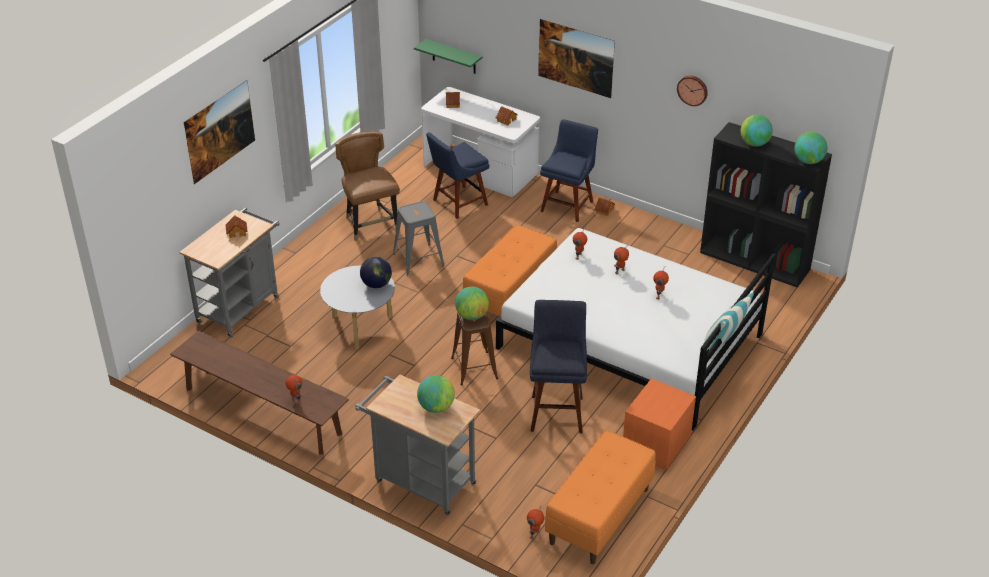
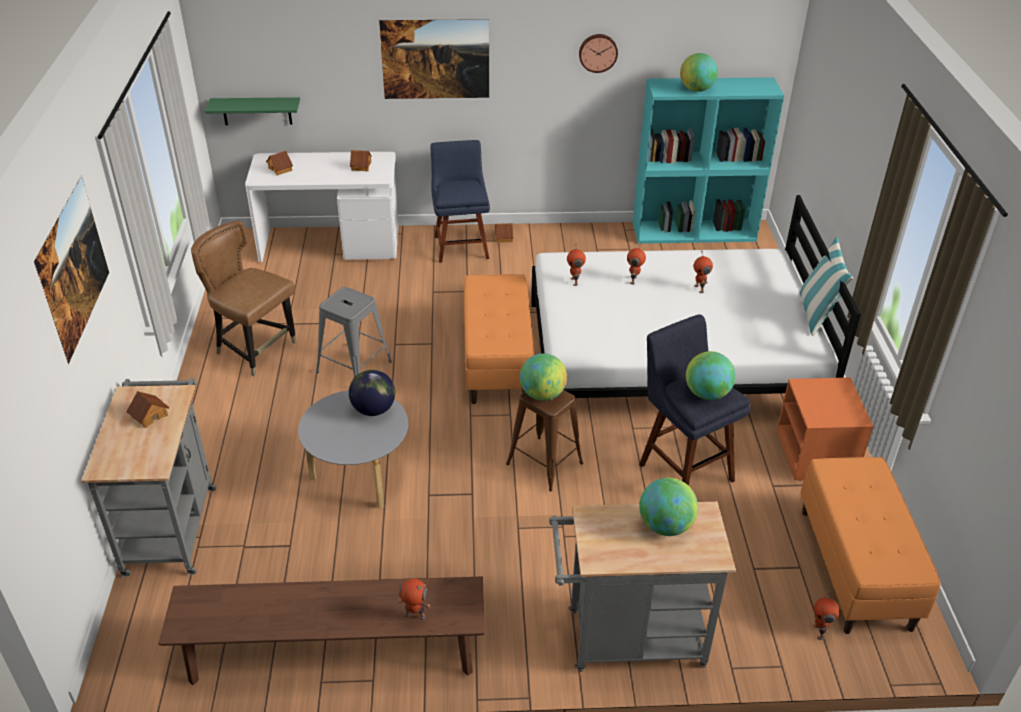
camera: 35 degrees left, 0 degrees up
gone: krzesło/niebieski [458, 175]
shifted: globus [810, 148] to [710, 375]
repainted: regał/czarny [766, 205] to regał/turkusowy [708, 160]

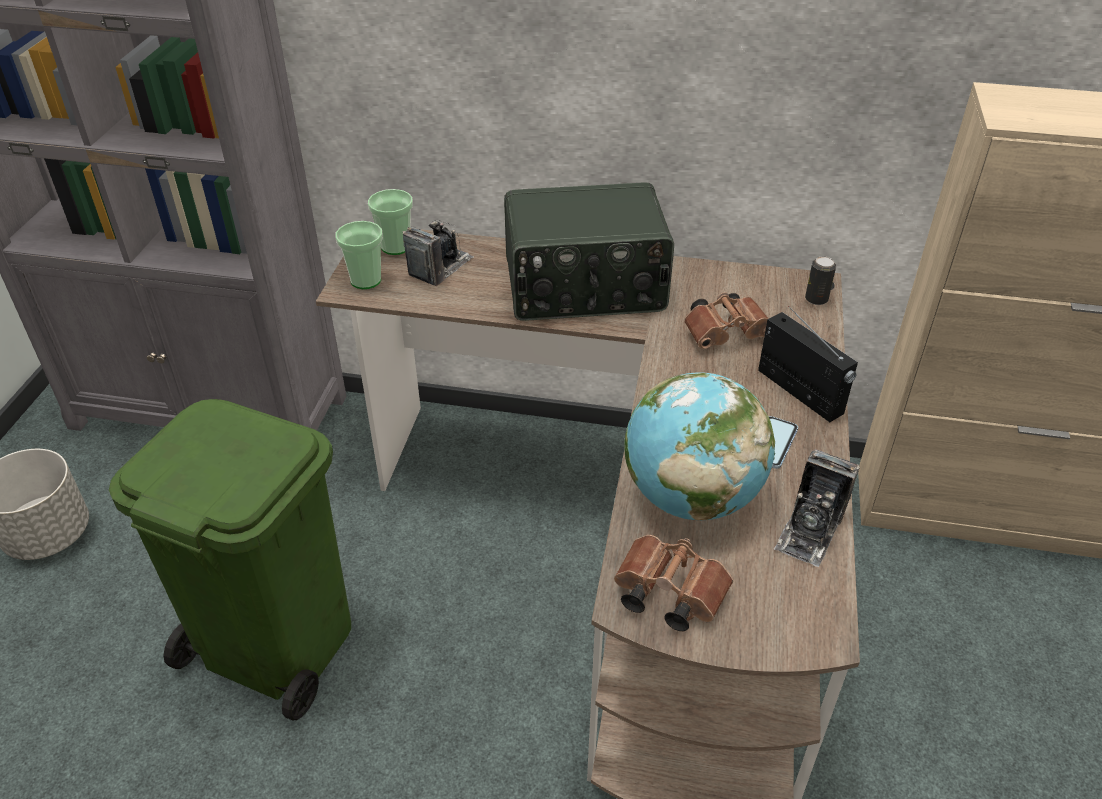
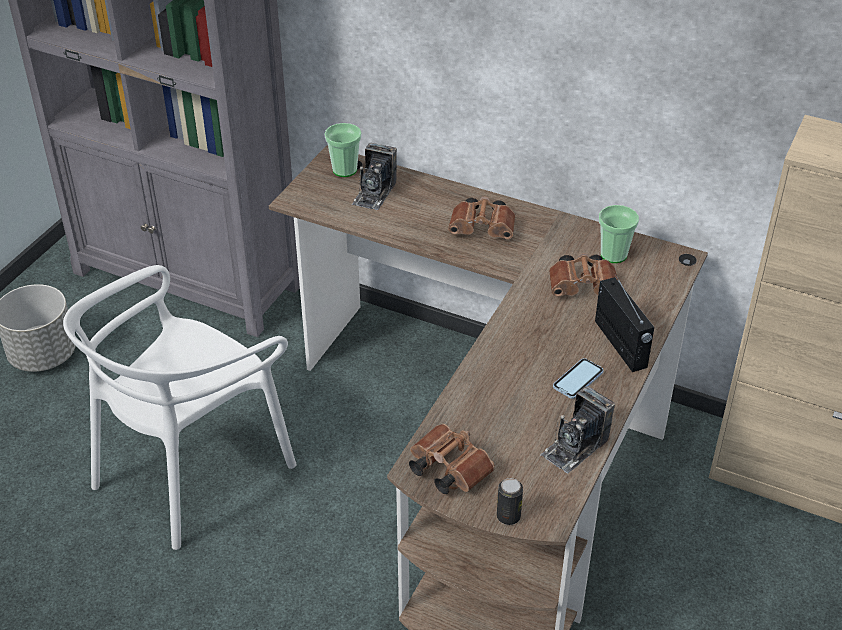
camera: 15 degrees right, 0 degrees up
gone: globus [699, 446]
shifted: puszka [820, 280] to [510, 501]; filiżanka [359, 255] to [619, 234]
swapped: kosz na śmieci/zielony [230, 559] to krzesło/biały [180, 407]; radio [589, 251] to lornetka/brązowy [481, 218]
rotated: aparat fotograficzny [438, 253] = [374, 176] 150 degrees clockwise

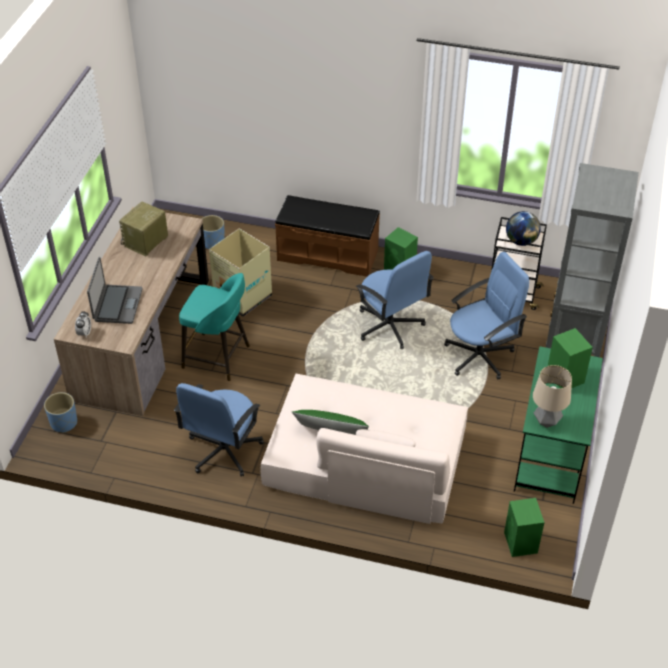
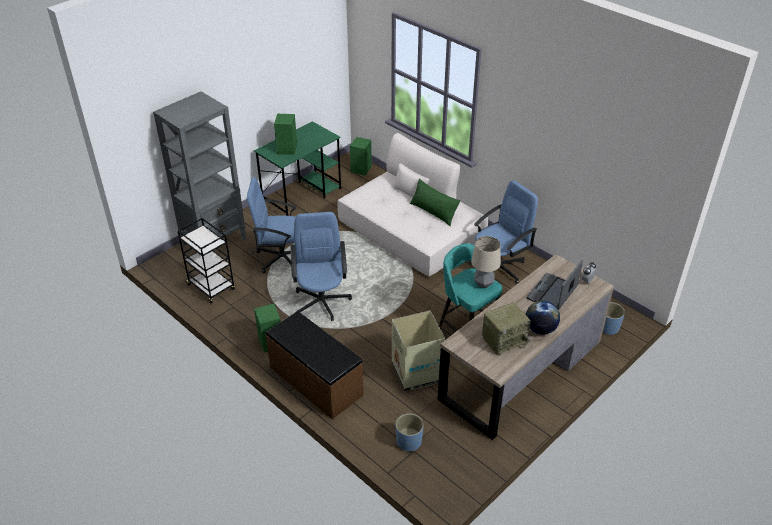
camera: 150 degrees left, 5 degrees down
shifted: lampa stołowa [552, 396] to [486, 262]; globus [523, 228] to [543, 317]

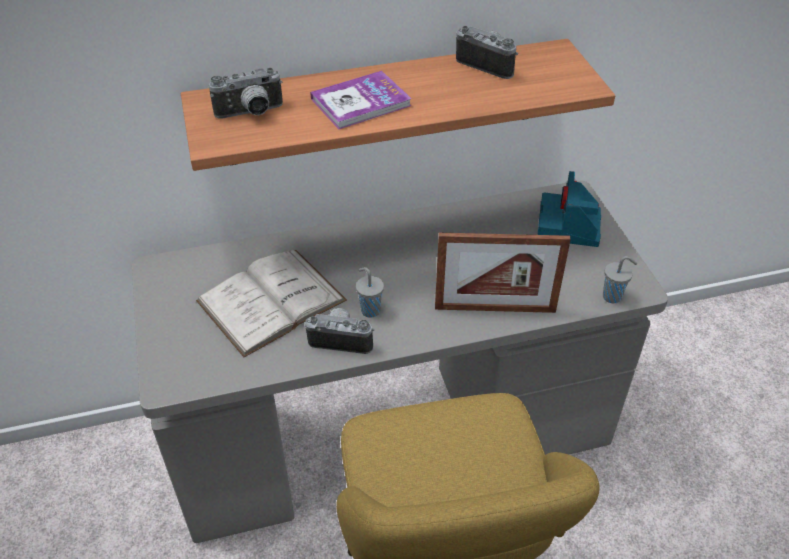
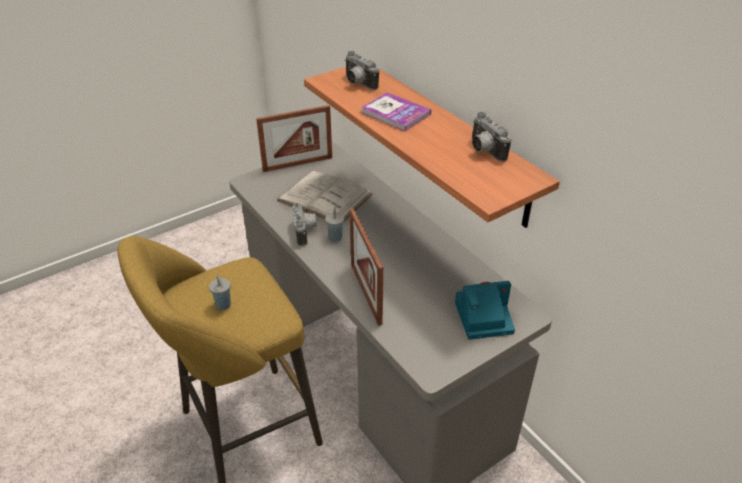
camera: 70 degrees right, 5 degrees down
new: ramka na zdjęcie [294, 138]
shifted: filiżanka/szary [620, 279] to [220, 292]
rotated: aparat fotograficzny [487, 52] = [492, 137] 135 degrees clockwise

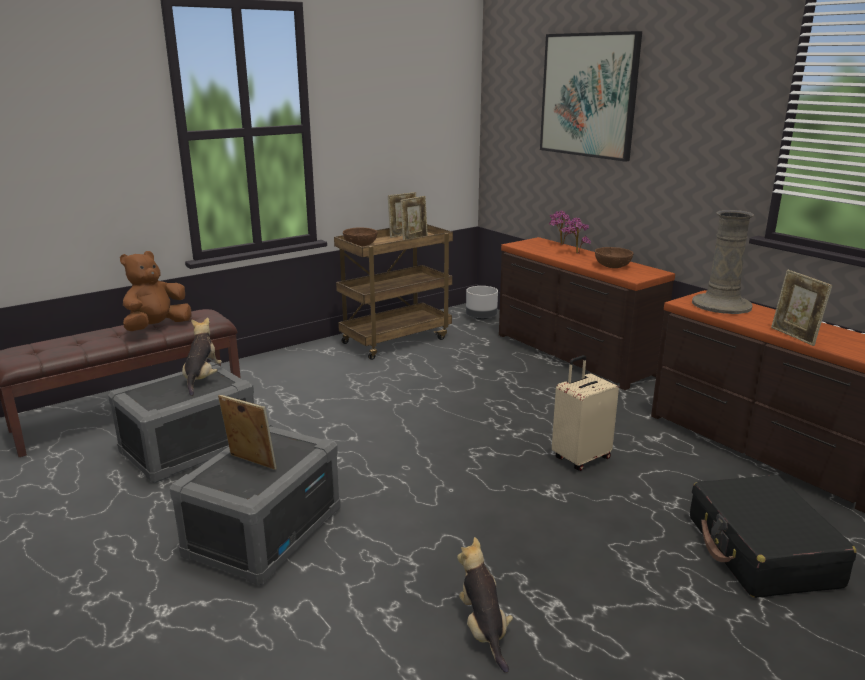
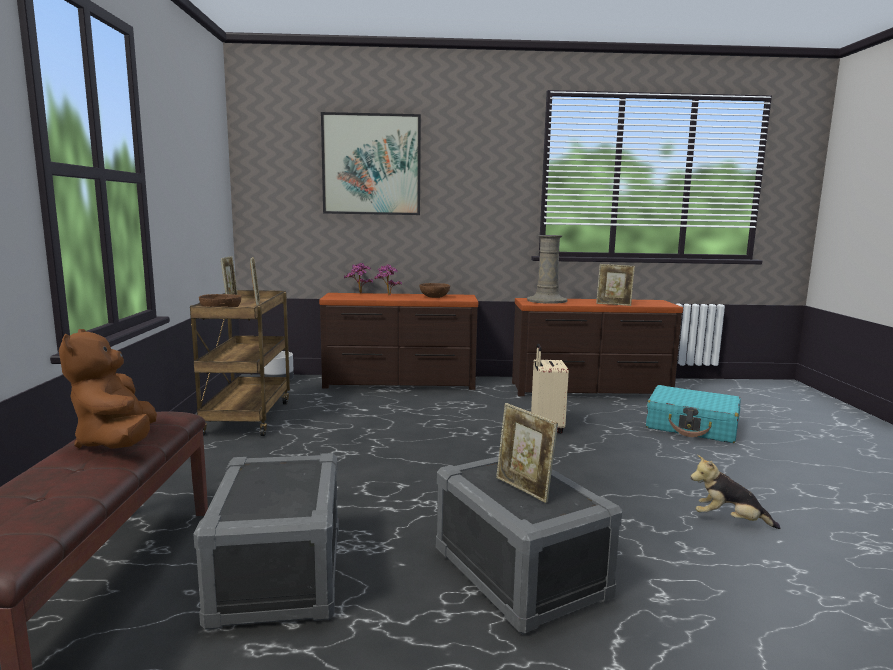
camera: 55 degrees left, 10 degrees down
gone: pluszak [202, 356]
repainted: walizka/czarny [773, 536] to walizka/turkusowy [693, 414]
rotated: ramka na zdjęcie [247, 432] = [527, 453] 105 degrees counterclockwise

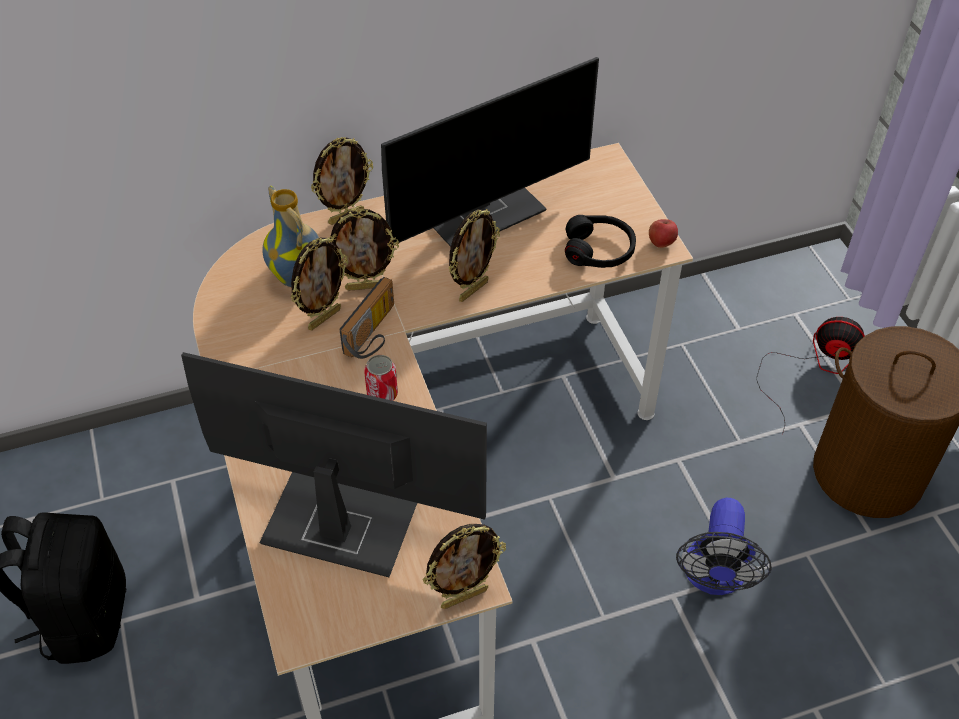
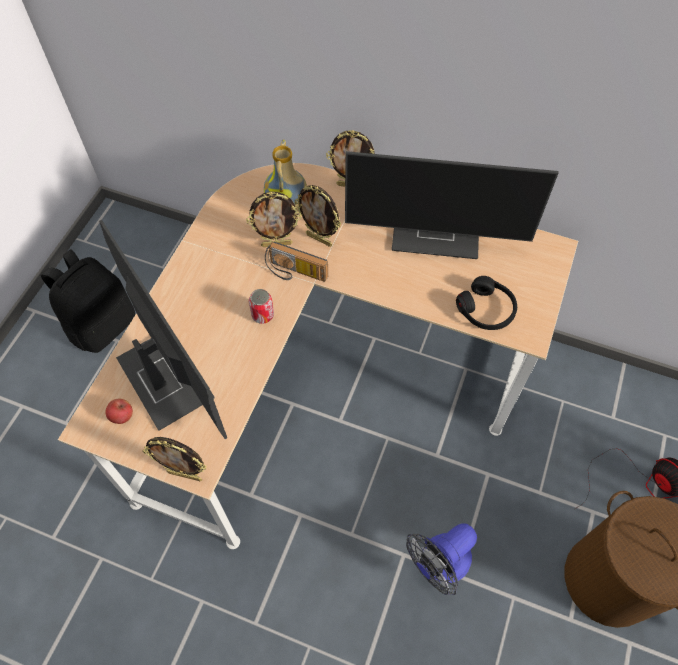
camera: 40 degrees right, 10 degrees up
gone: ramka na zdjęcie [474, 255]
shifted: jabłko [663, 233] to [119, 411]
rotated: radio [366, 318] = [296, 262] 45 degrees clockwise

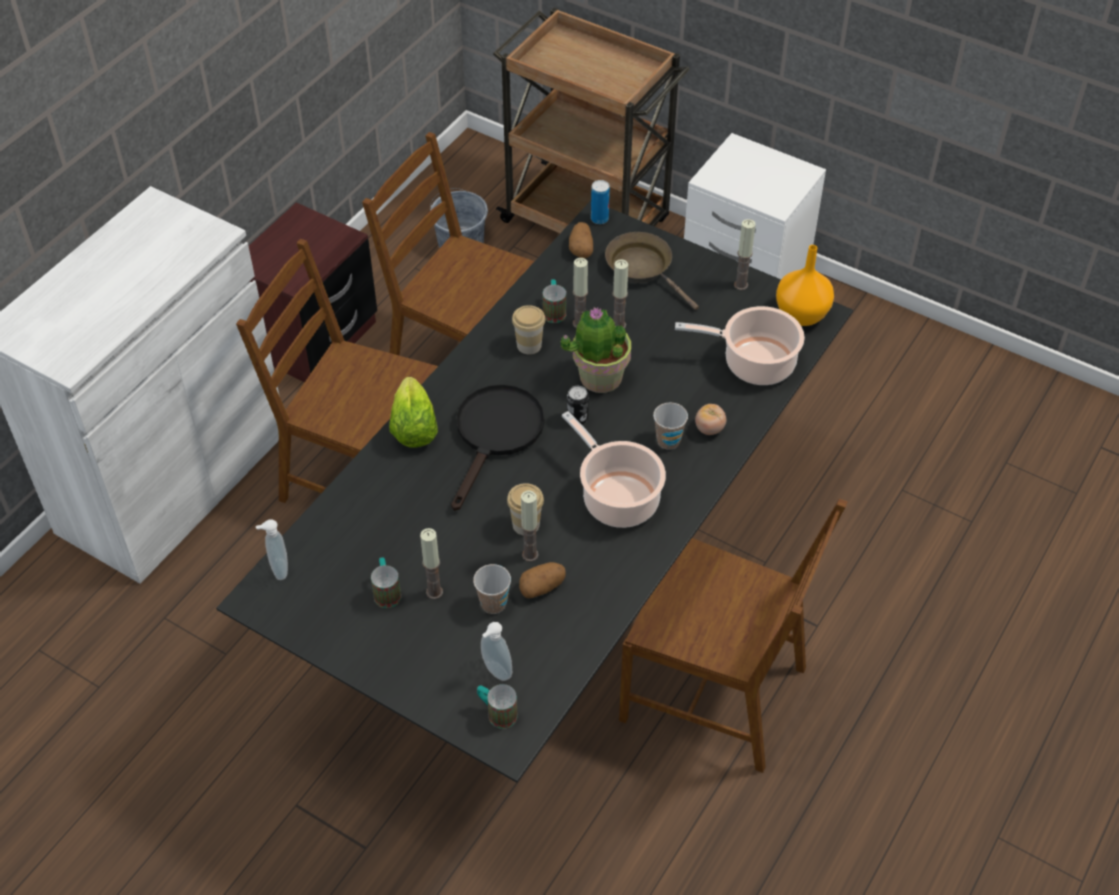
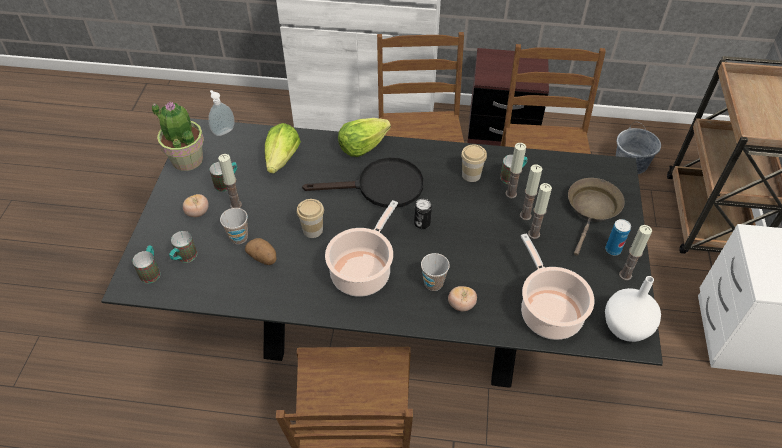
camera: 65 degrees right, 0 degrees up
gone: ziemniak [581, 240]
new: pomidor [196, 205]; sałata [283, 148]
shifted: roślina doniczkowa [596, 350] to [178, 136]; świeca [530, 526] to [540, 211]; puszka [600, 202] to [618, 237]
swapped: dozownik mydła [496, 651] to kubek [183, 247]
repainted: wazon/pomarańczowy [805, 285] to wazon/biały [633, 309]

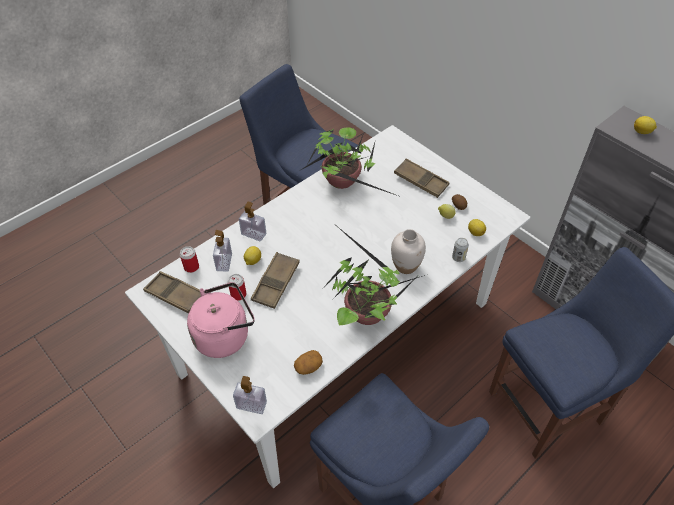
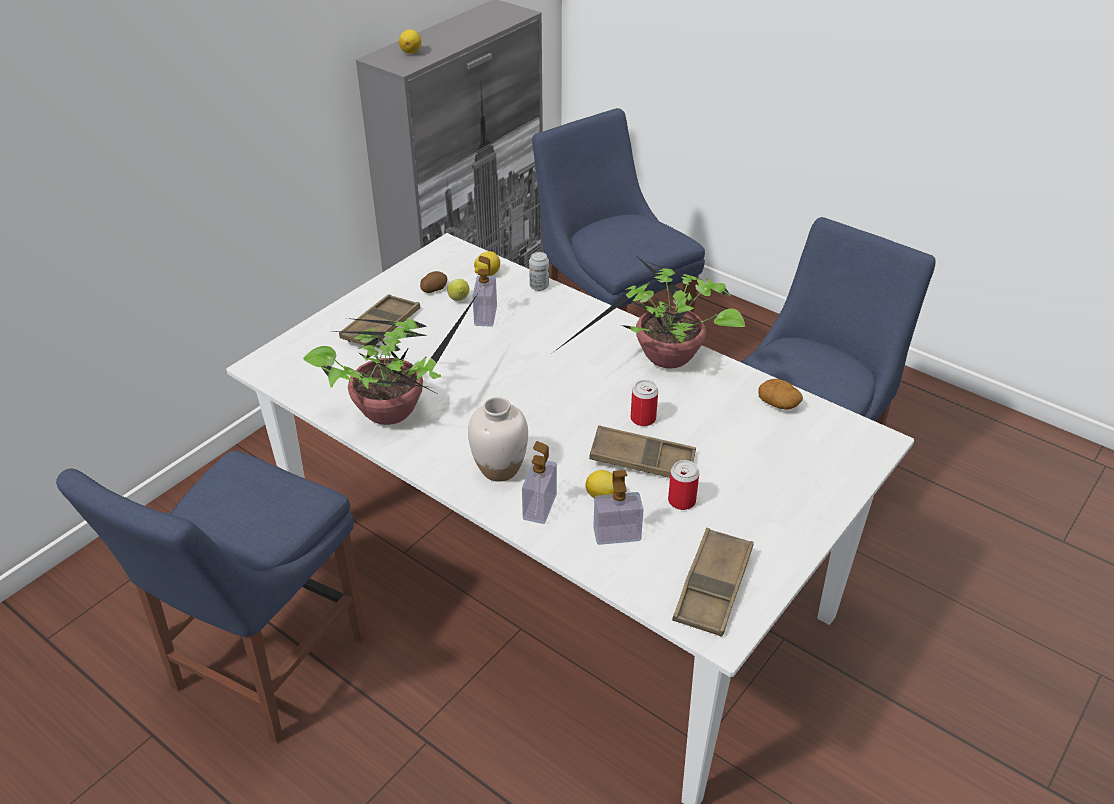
camera: 100 degrees left, 10 degrees down
gone: czajnik/różowy [221, 320]
shifted: wazon/biały [408, 251] to [498, 439]; dozownik mydła [250, 395] to [484, 291]; puszka [189, 259] to [644, 403]

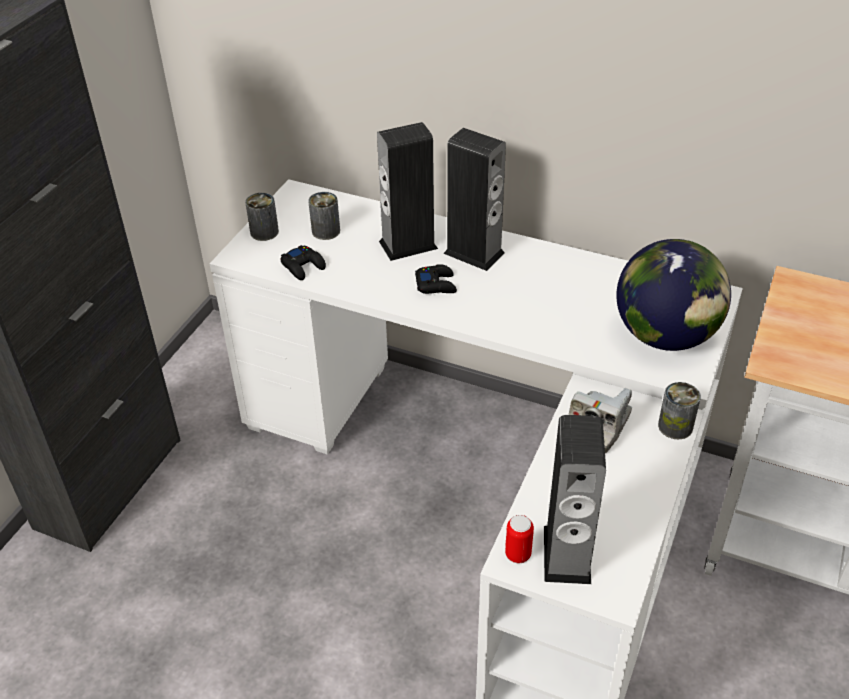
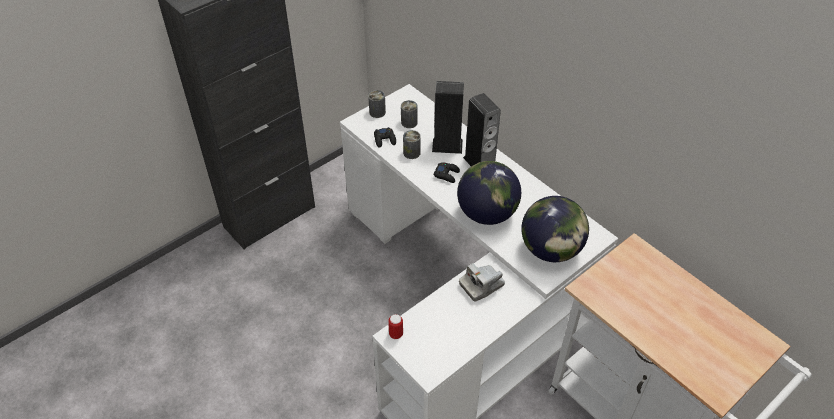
camera: 25 degrees right, 5 degrees up
gone: głośnik [575, 499]
new: globus [489, 193]
shifted: puszka [679, 410] to [412, 144]

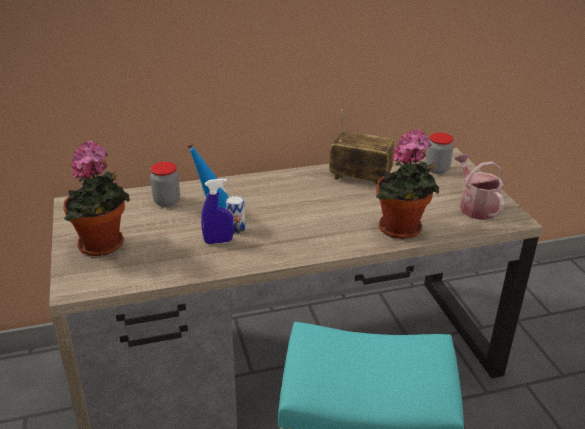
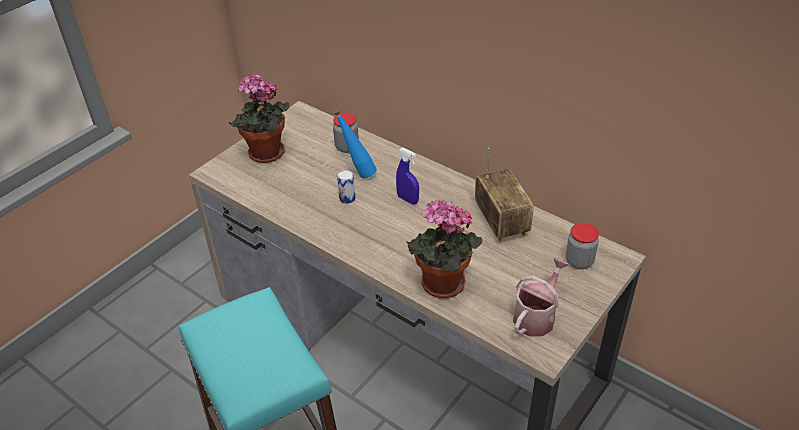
camera: 55 degrees right, 10 degrees up
shifted: spryskiwacz/niebieski [217, 211] to [407, 176]

